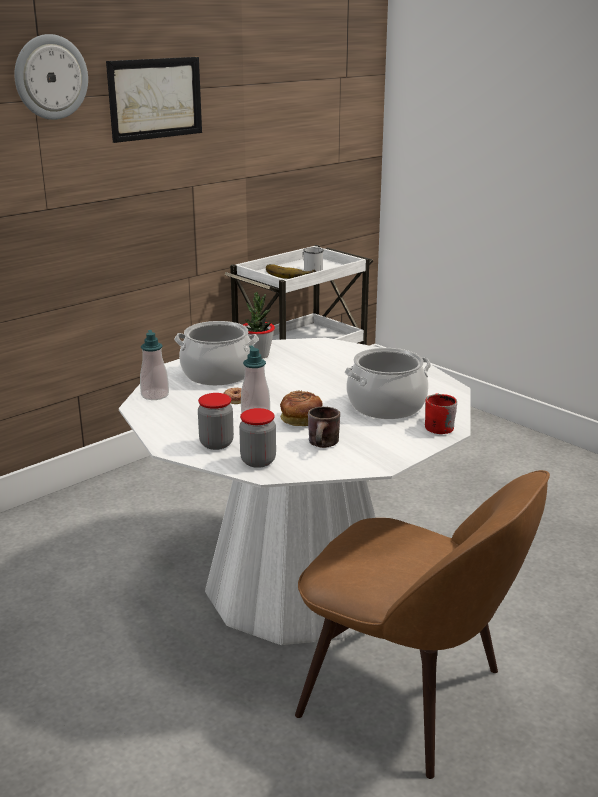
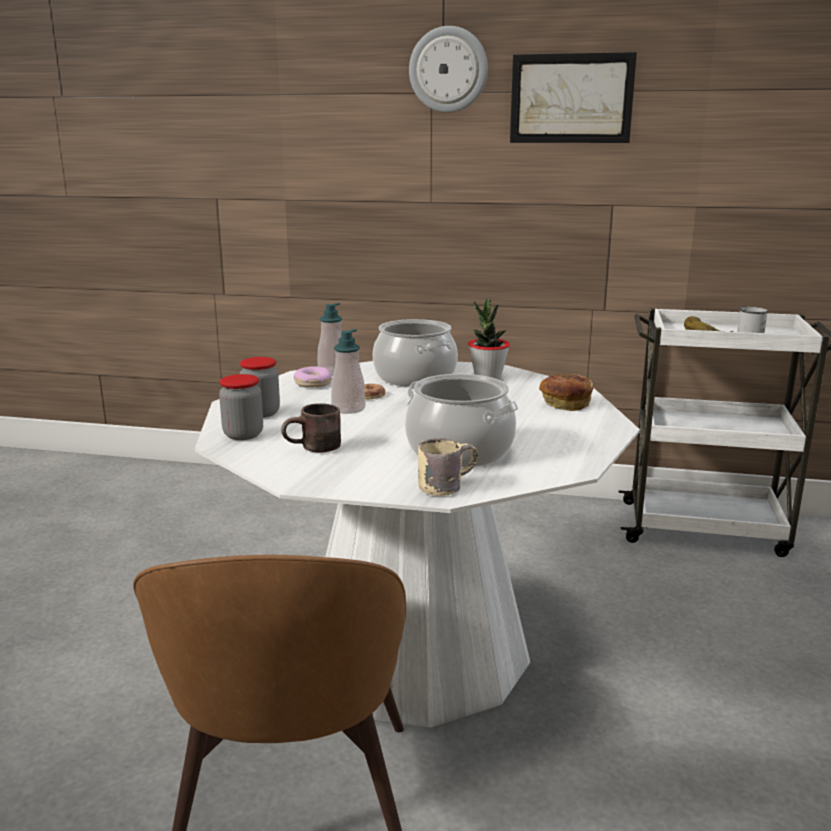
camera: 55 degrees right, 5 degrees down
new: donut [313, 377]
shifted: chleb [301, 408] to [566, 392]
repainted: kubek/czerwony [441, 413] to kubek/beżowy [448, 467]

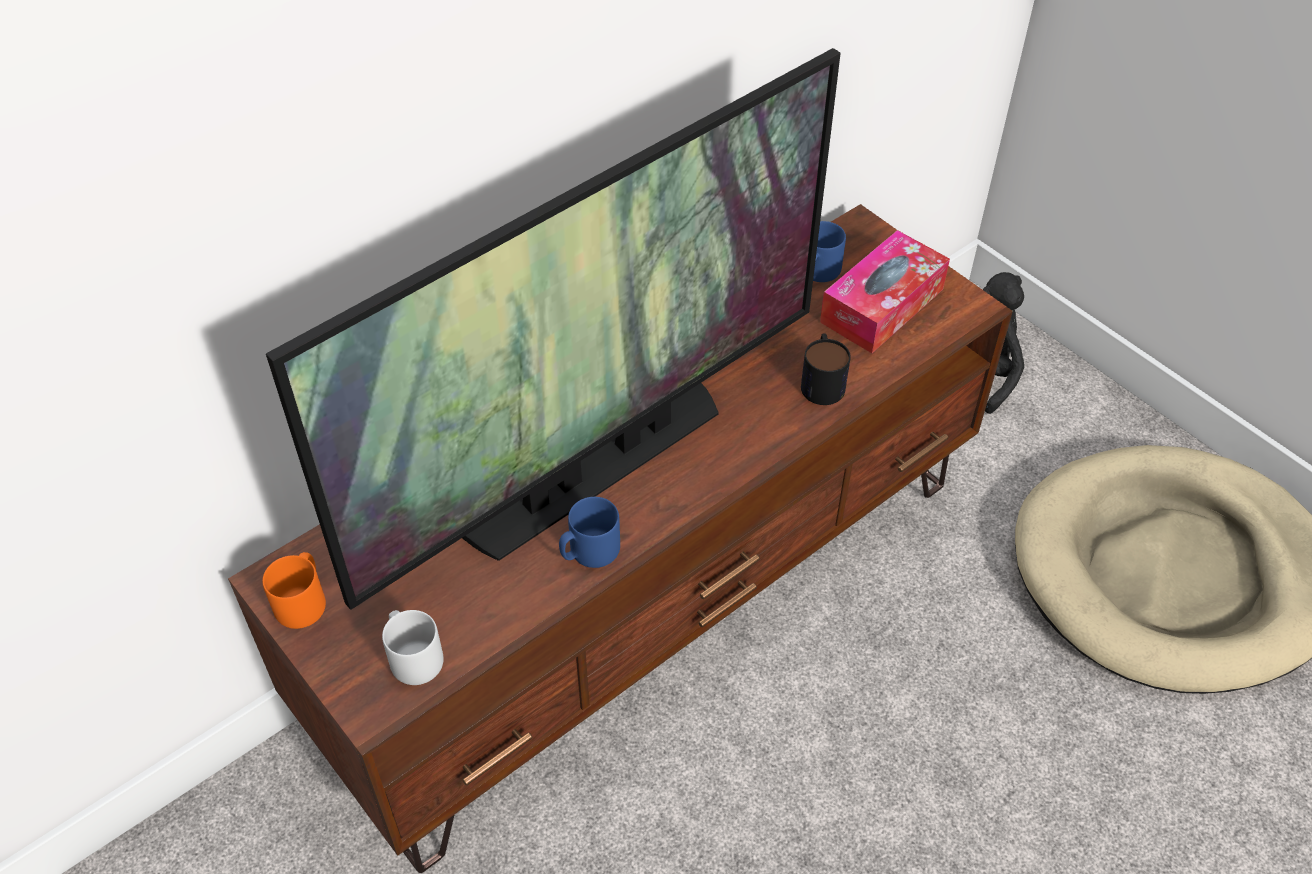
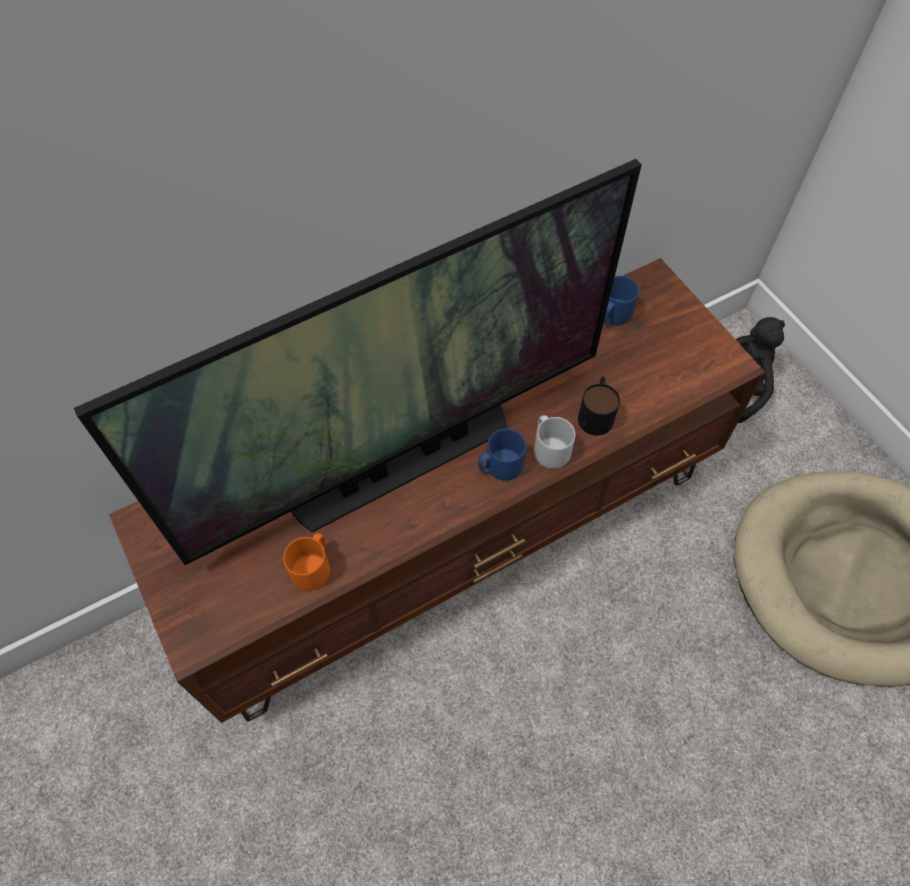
camera: 10 degrees right, 10 degrees up
gone: pudełko chusteczek [885, 291]
shifted: kubek/pomarańczowy [294, 590] to [306, 562]; kubek/niebieski [589, 532] to [502, 455]; kubek/szary [413, 647] to [554, 442]

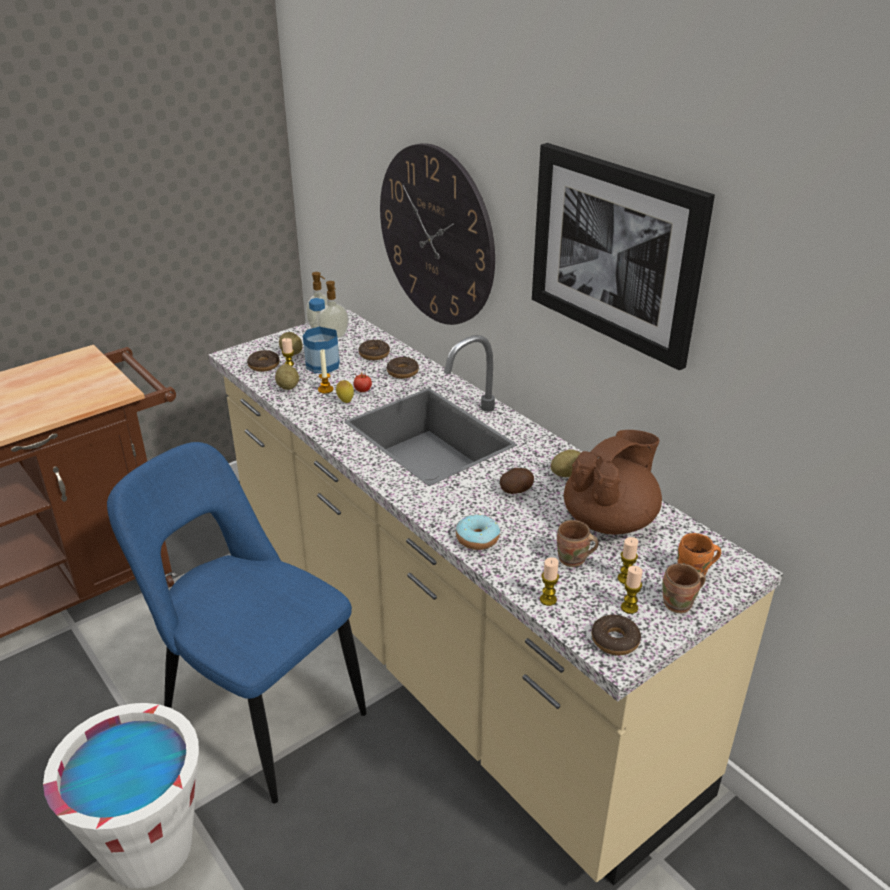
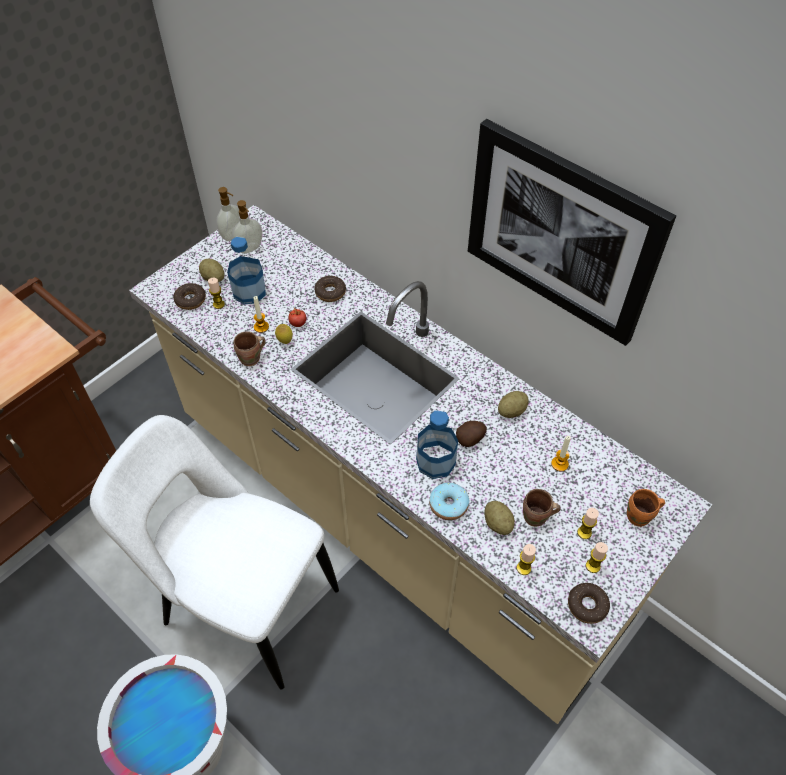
camera: 10 degrees left, 20 degrees up
gone: donut [374, 350]; zegar ścienny [437, 234]
new: butelka [437, 444]
shifted: kubek/brązowy [684, 588] to [250, 348]; ziemniak [287, 377] to [499, 518]
swapped: imbryk/brązowy [613, 482] to świeca [561, 454]
repainted: krzesło/niebieski [237, 623] to krzesło/biały [214, 552]

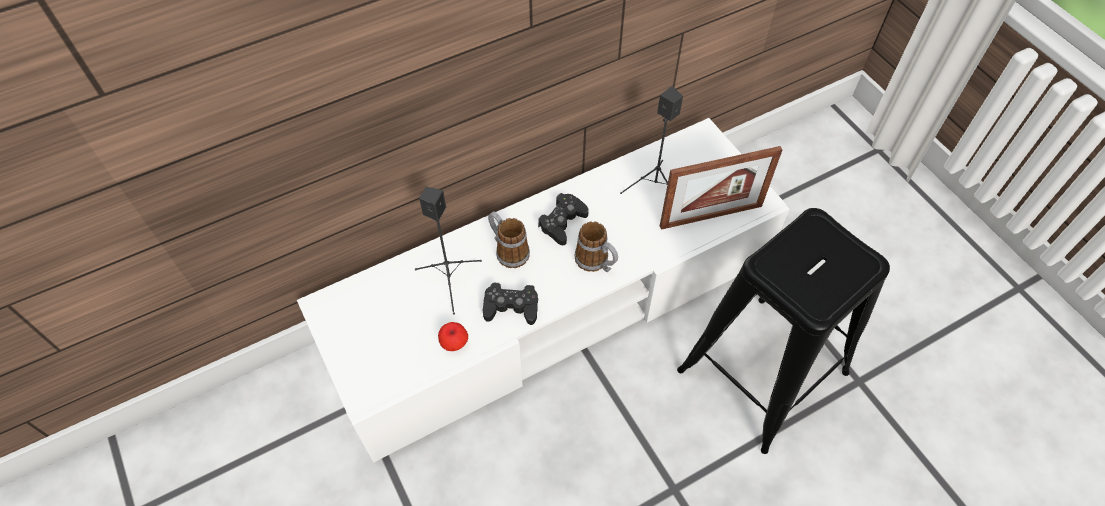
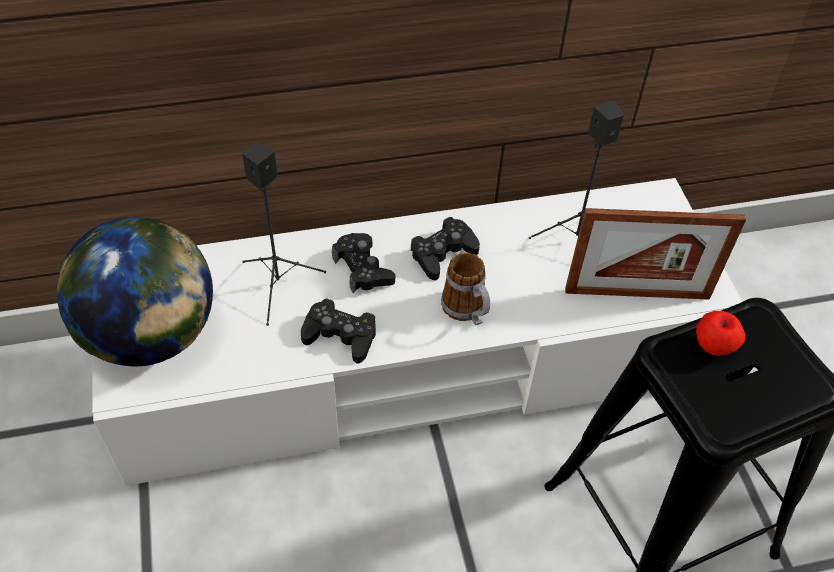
camera: 15 degrees right, 5 degrees down
new: globus [135, 292]
shifted: jabłko [453, 336] to [720, 333]
swapped: kubek [509, 240] to pad do gier/czarny [363, 263]

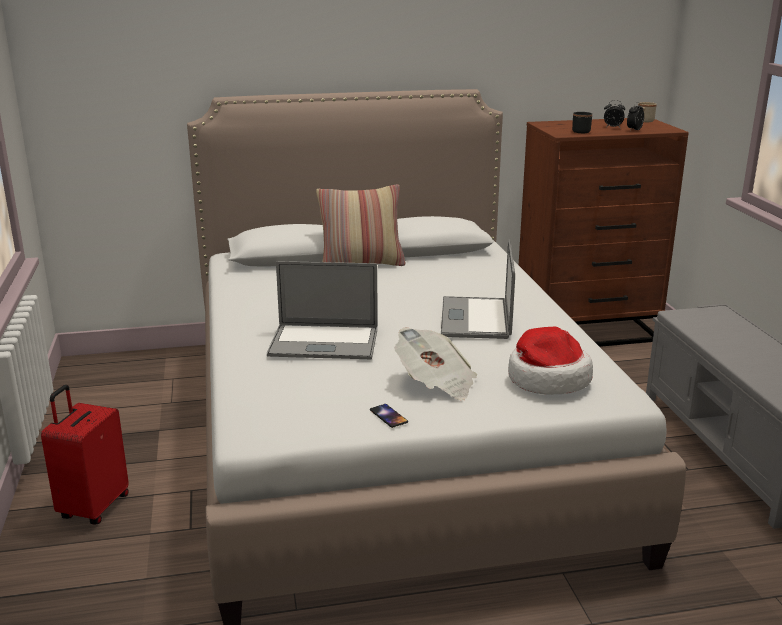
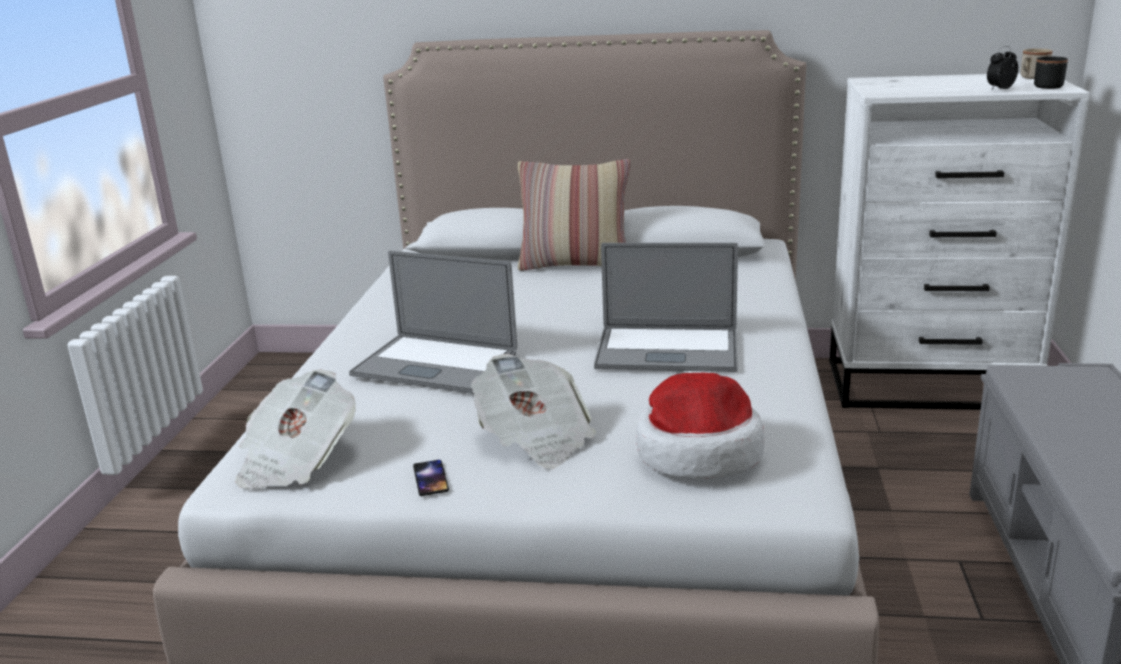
camera: 20 degrees right, 0 degrees up
gone: walizka/czerwony [85, 454]; budzik [614, 113]
new: gazeta [295, 429]
shifted: kubek/czarny [582, 122] to [1051, 72]
repainted: komoda/brązowy [604, 232] to komoda/biały [959, 241]
rotated: laptop [478, 289] = [666, 307] 105 degrees counterclockwise

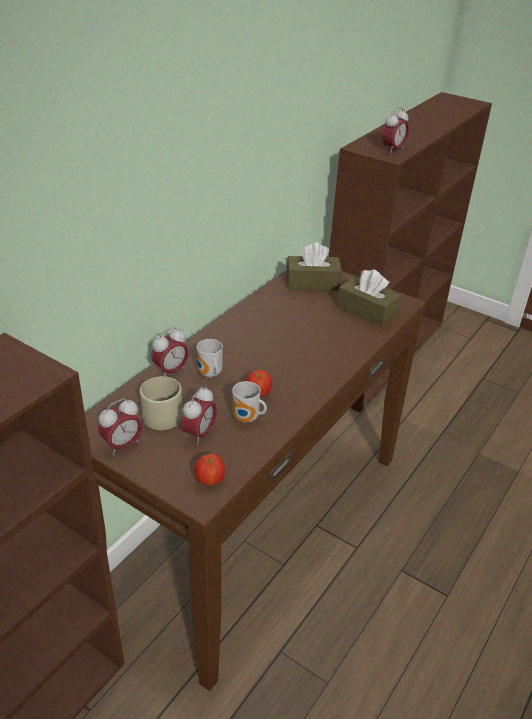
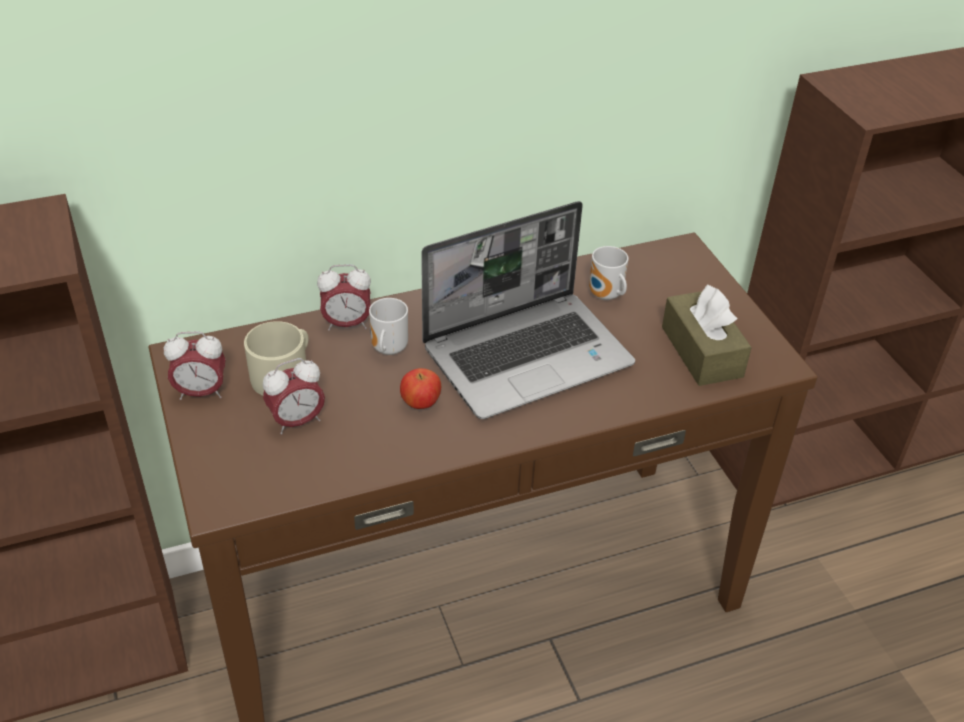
camera: 35 degrees right, 5 degrees up
gone: jabłko [209, 470]; pudełko chusteczek/brązowy [314, 266]; budzik [395, 130]
new: laptop [528, 310]
shifted: kubek [249, 402] to [609, 273]

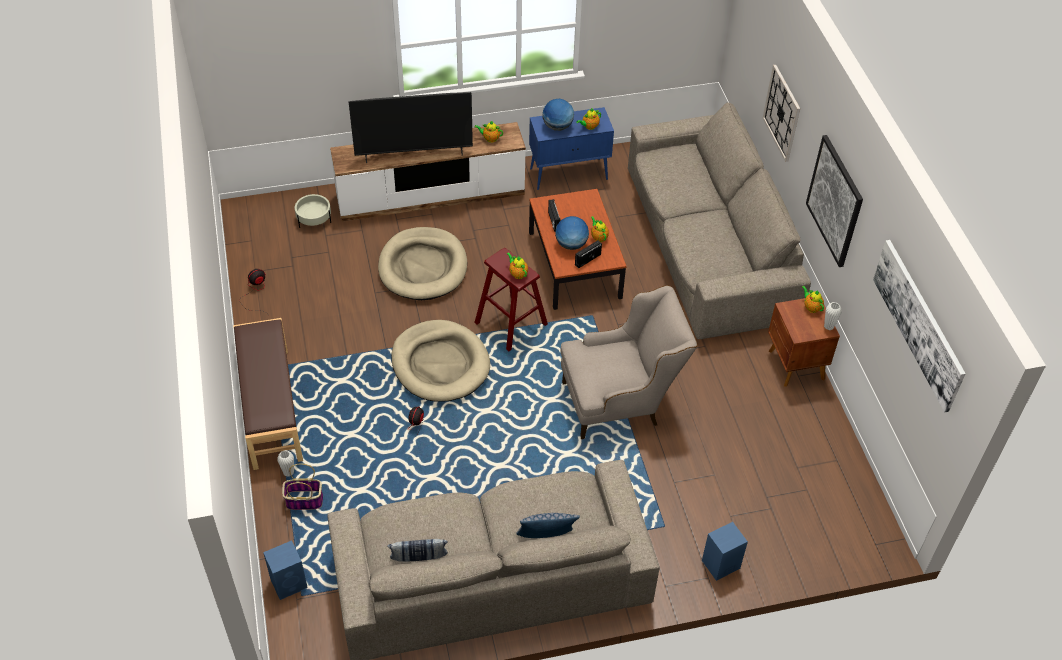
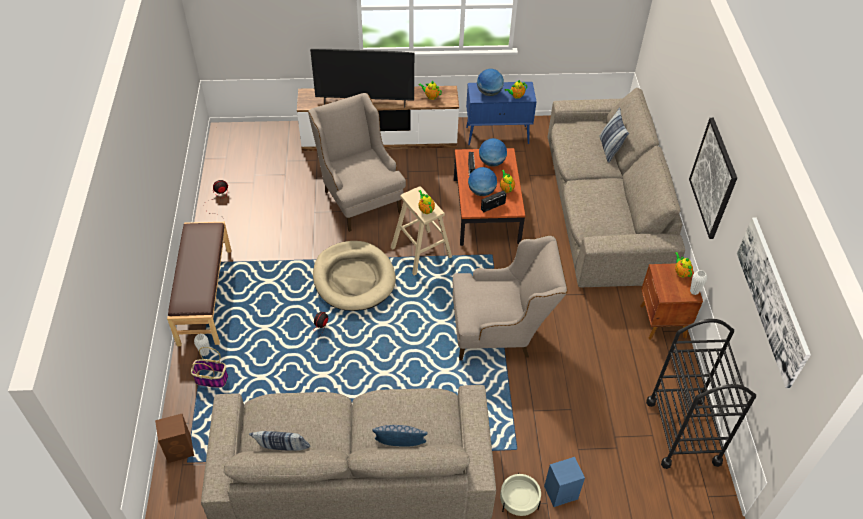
camera: 10 degrees right, 0 degrees up
gone: zegar ścienny [781, 113]
new: globus [493, 152]; poduszka [614, 135]; wózek/czarny [701, 394]
shifted: donica/beżowy [313, 211] to [520, 494]
swapped: legowisko/beżowy [422, 263] to fotel/beżowy [357, 162]
repainted: głośnik/niebieski [285, 570] to głośnik/brązowy [174, 438]; stołek/czerwony [511, 299] to stołek/beżowy [421, 231]

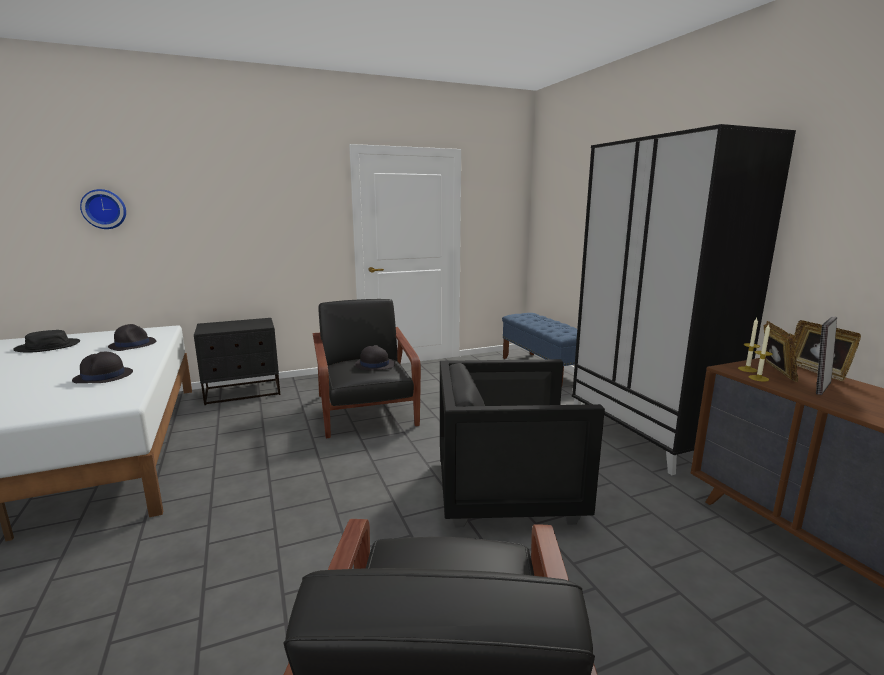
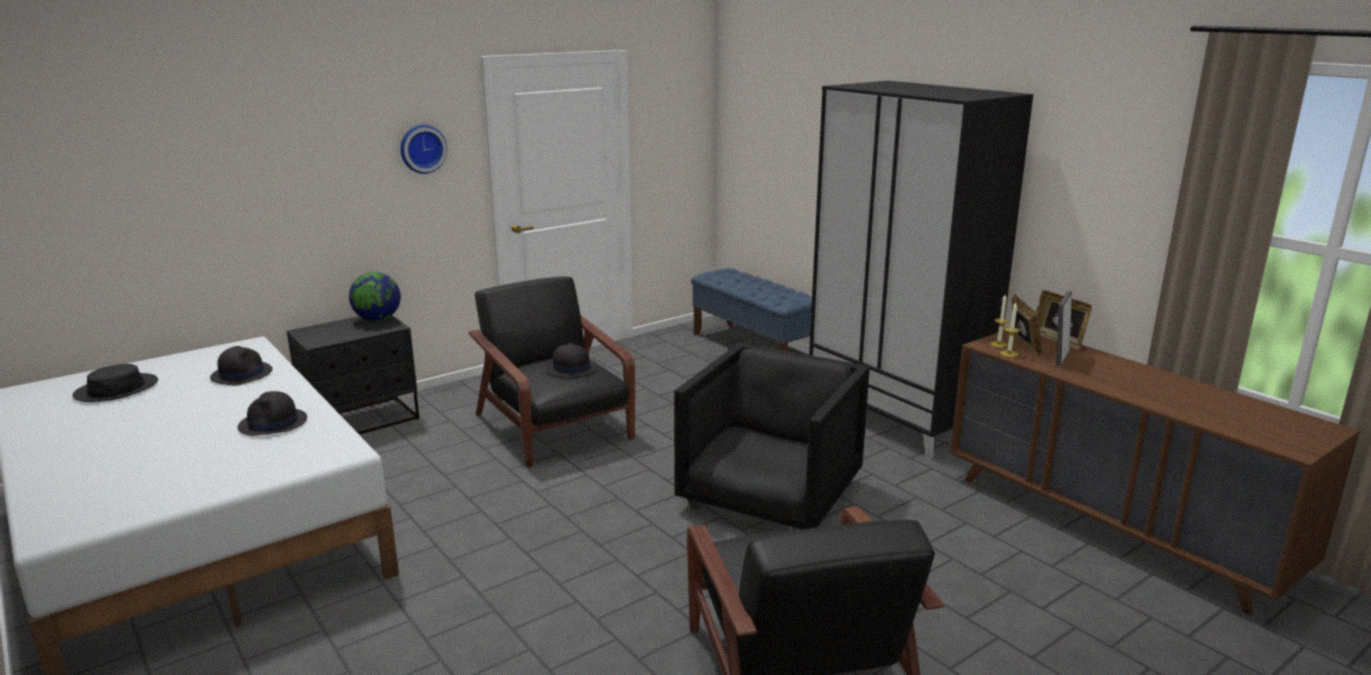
camera: 15 degrees left, 5 degrees up
new: globus [375, 296]
shifted: zegar ścienny [103, 209] to [424, 149]
rotated: fotel/czarny [522, 443] = [772, 436] 135 degrees clockwise

